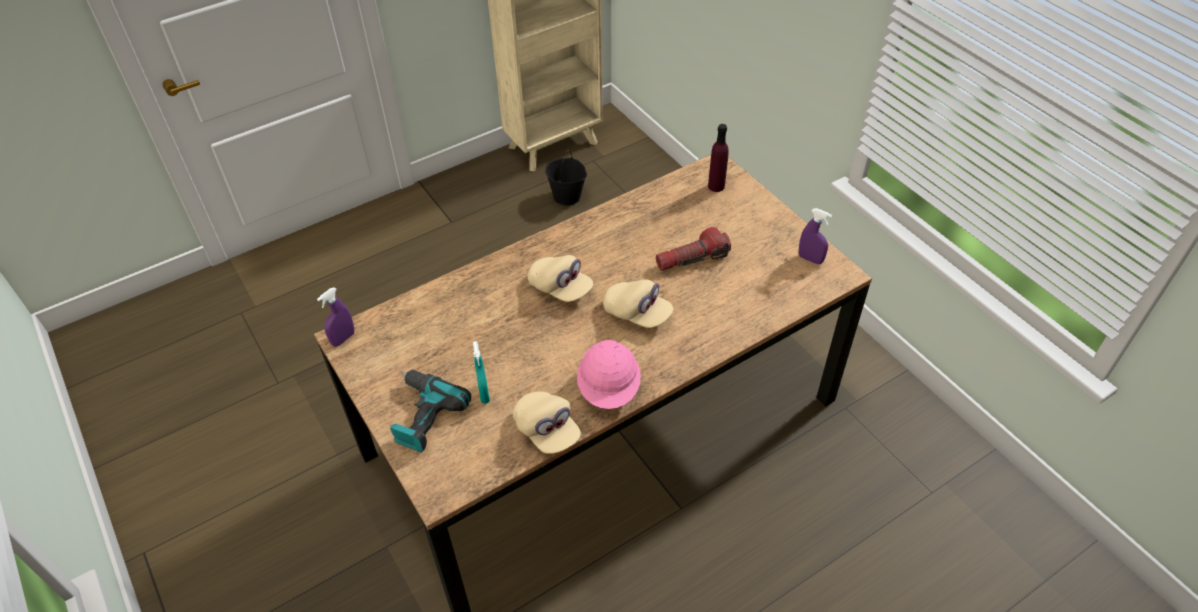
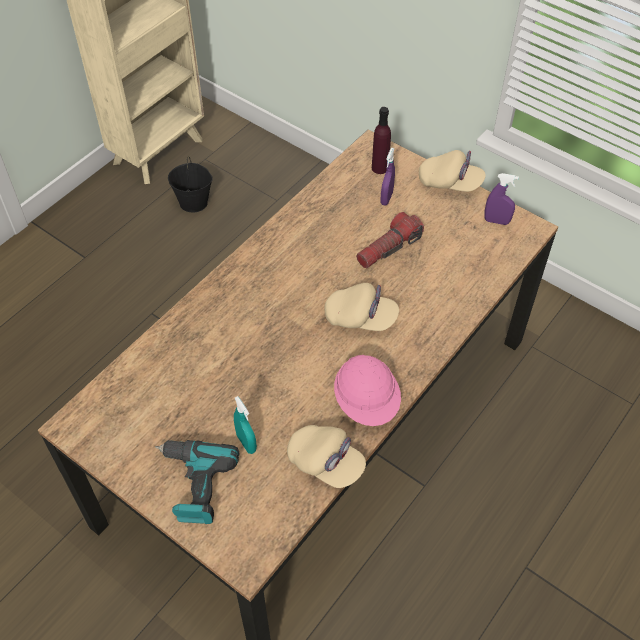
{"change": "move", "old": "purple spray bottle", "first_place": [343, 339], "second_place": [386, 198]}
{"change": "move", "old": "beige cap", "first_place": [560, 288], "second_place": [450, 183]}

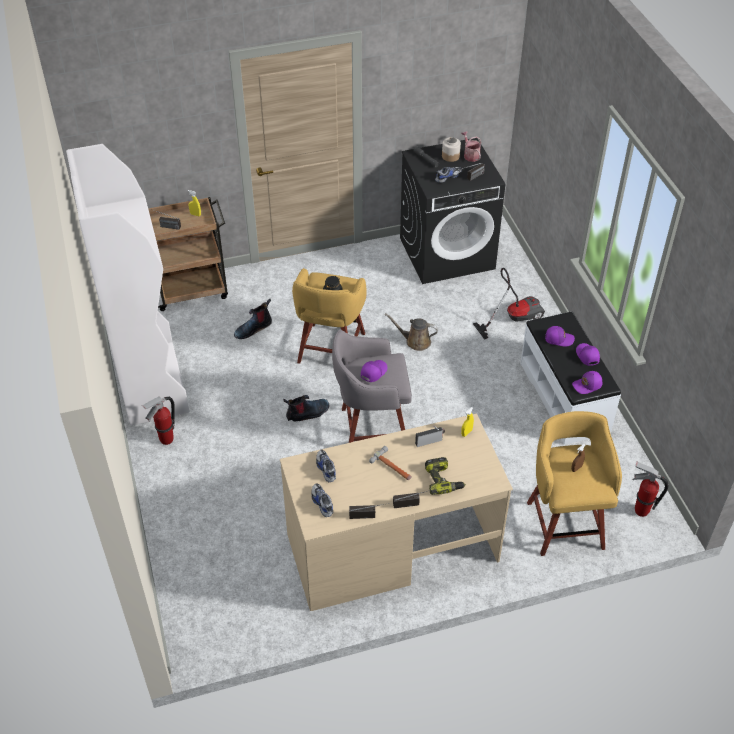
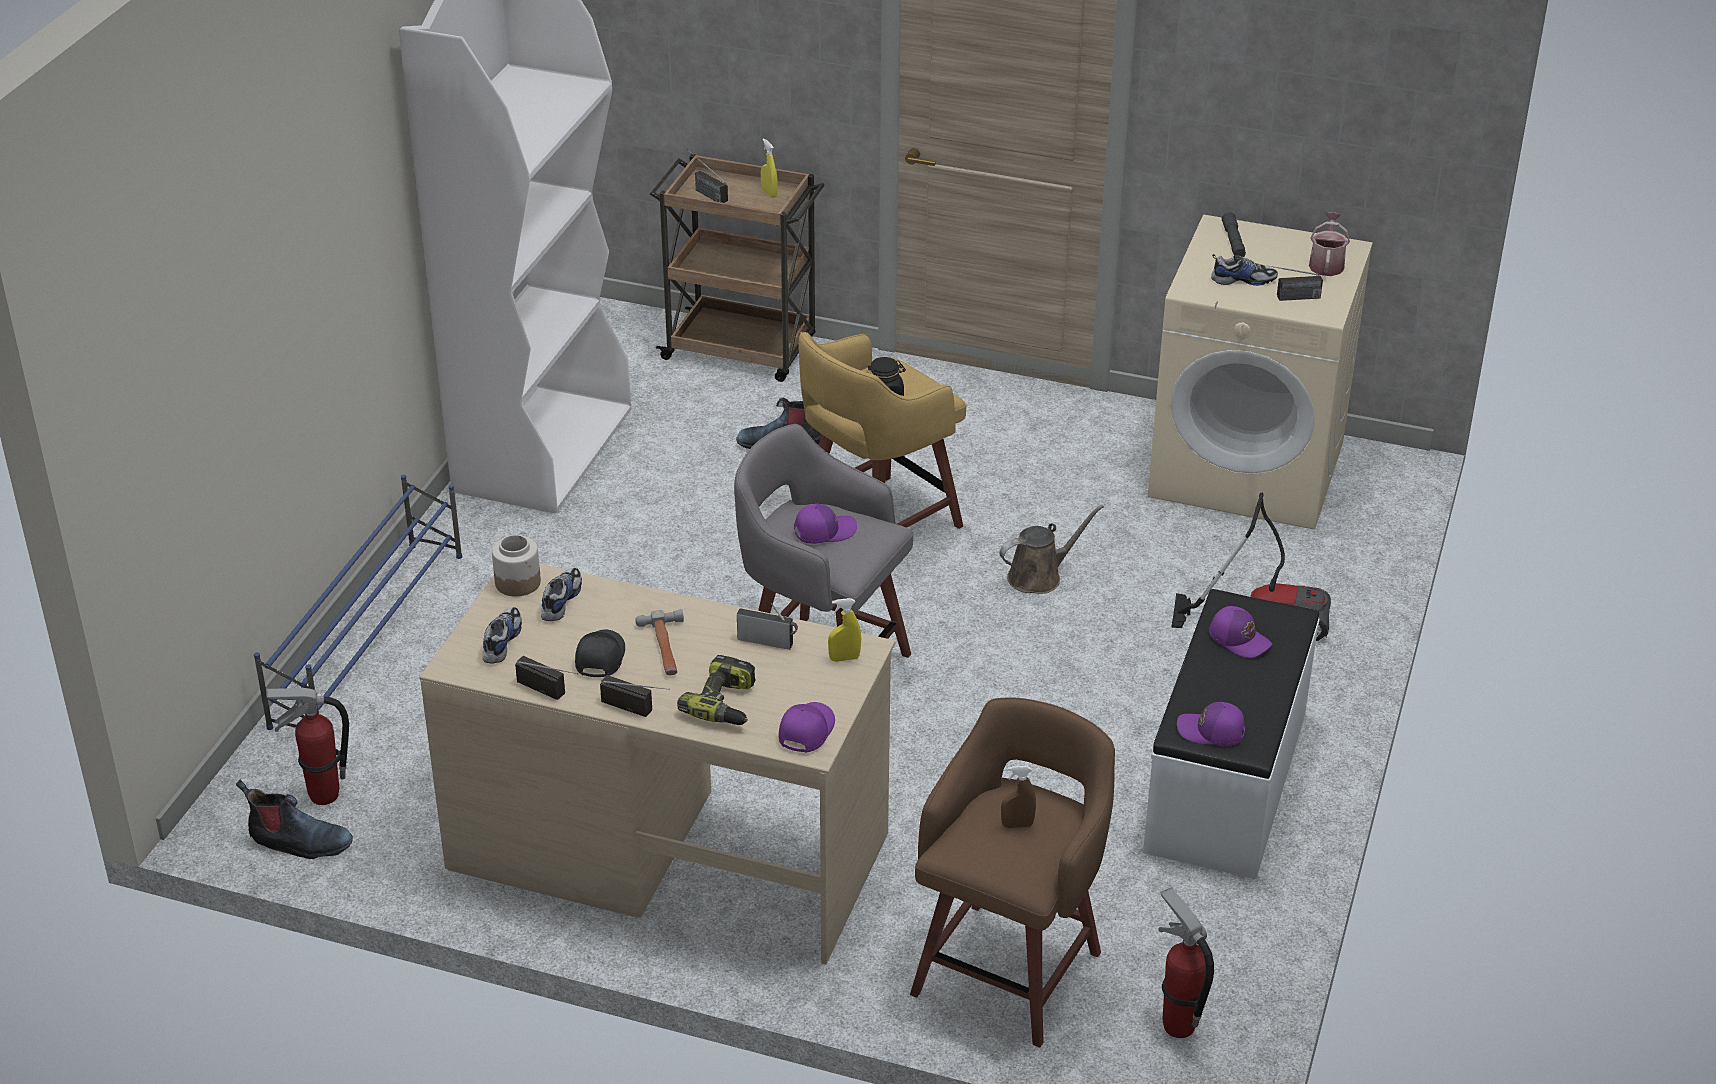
{"change": "move", "old": "boot", "first_place": [307, 413], "second_place": [298, 842]}
{"change": "insert", "new": "blue shoe rack", "second_place": [370, 638]}
{"change": "move", "old": "fire extinguisher", "first_place": [166, 440], "second_place": [323, 796]}
{"change": "move", "old": "jar", "first_place": [450, 156], "second_place": [518, 582]}
{"change": "insert", "new": "black cap", "second_place": [599, 658]}
{"change": "move", "old": "purple cap", "first_place": [587, 356], "second_place": [805, 731]}
{"change": "recolor", "old": "yellow stool", "new": "brown stool", "first_place": [565, 522], "second_place": [1010, 969]}
{"change": "rotate", "old": "brown watering can", "first_place": [415, 341], "second_place": [1039, 576], "degrees": 105}
{"change": "recolor", "old": "black washing machine", "new": "beige washing machine", "first_place": [447, 253], "second_place": [1248, 469]}

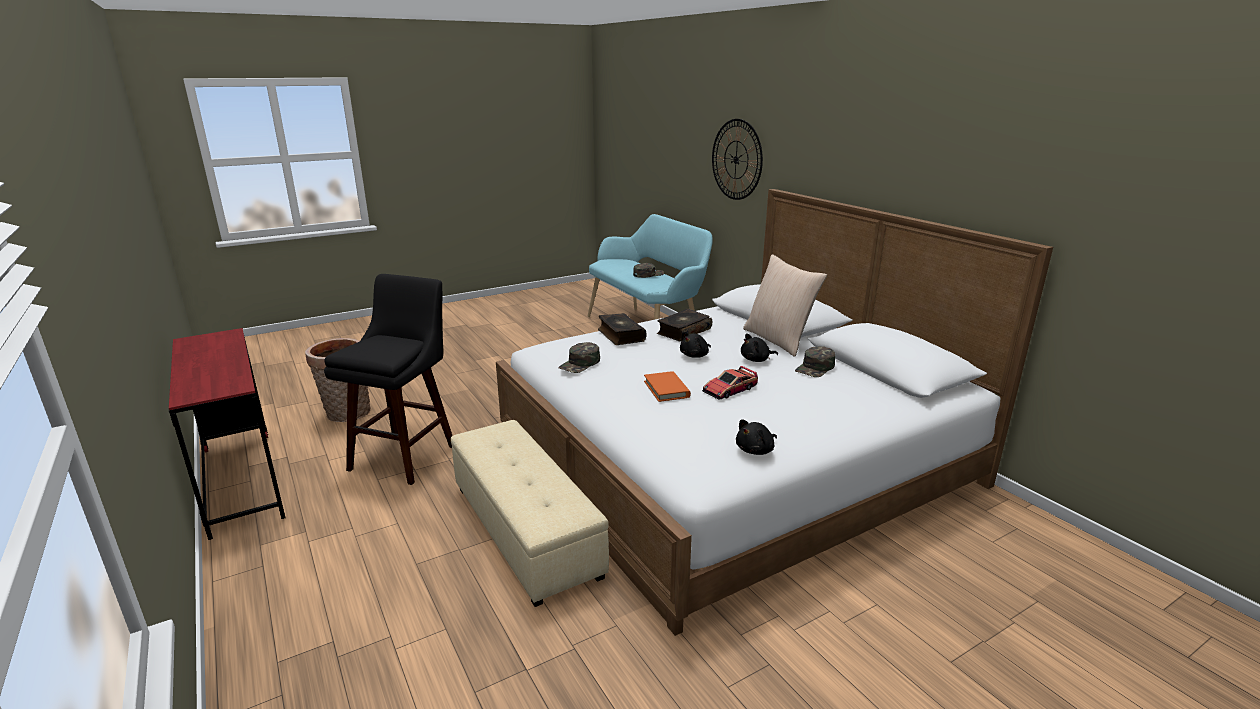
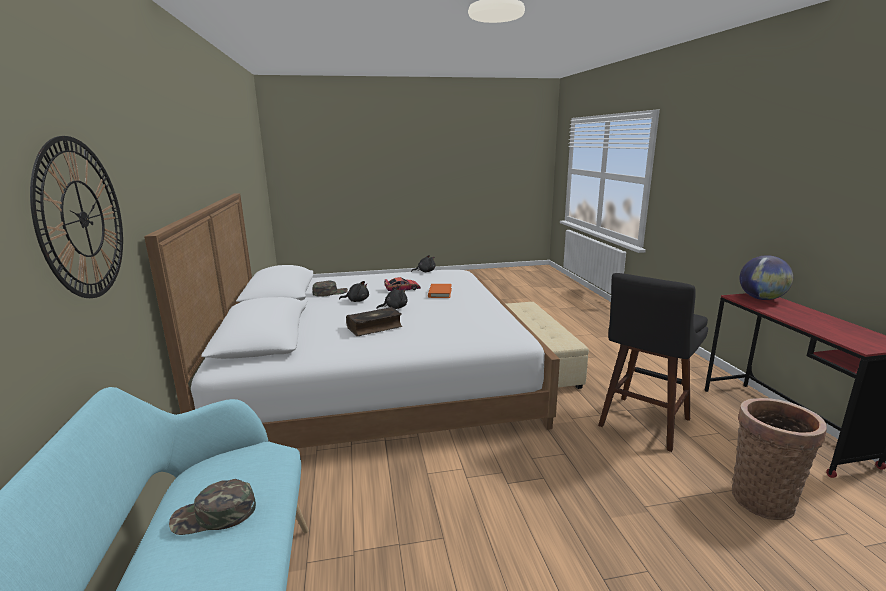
{"change": "insert", "new": "globe", "second_place": [761, 298]}
{"change": "delete", "old": "green cap", "first_place": [580, 364]}
{"change": "delete", "old": "book", "first_place": [620, 335]}
{"change": "delete", "old": "beige pillow", "first_place": [778, 340]}

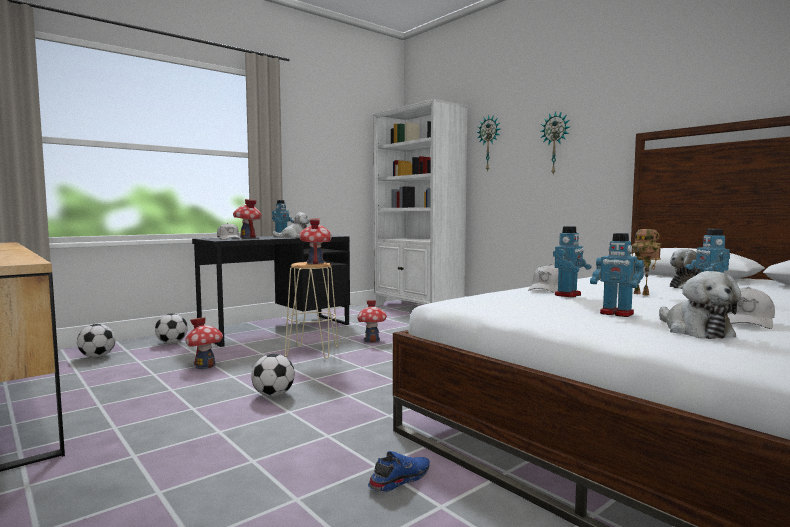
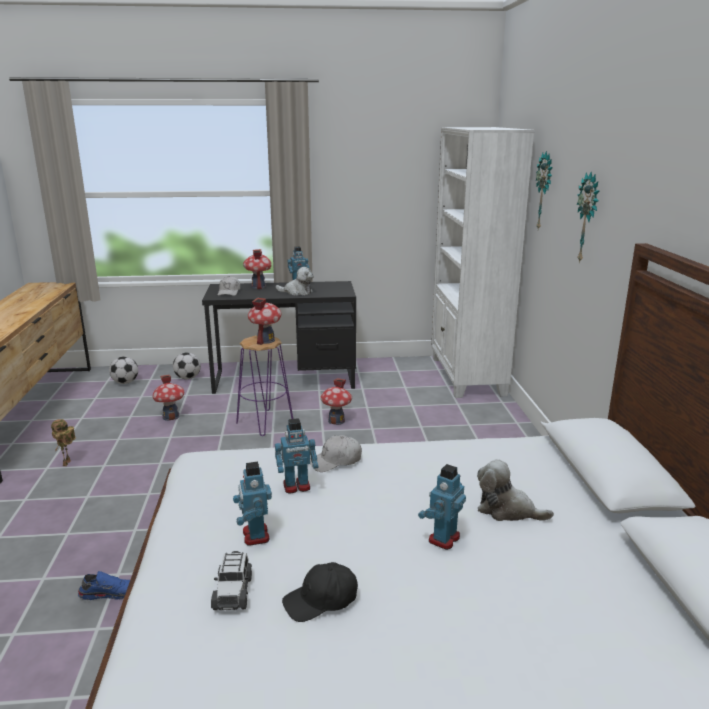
{"change": "move", "old": "toy robot", "first_place": [643, 294], "second_place": [67, 464]}
{"change": "replace", "old": "plush toy", "new": "toy car", "first_place": [694, 330], "second_place": [233, 592]}
{"change": "recolor", "old": "beige stool", "new": "purple stool", "first_place": [312, 352], "second_place": [264, 423]}
{"change": "recolor", "old": "white cap", "new": "black cap", "first_place": [746, 321], "second_place": [321, 600]}
{"change": "delete", "old": "football", "first_place": [273, 395]}

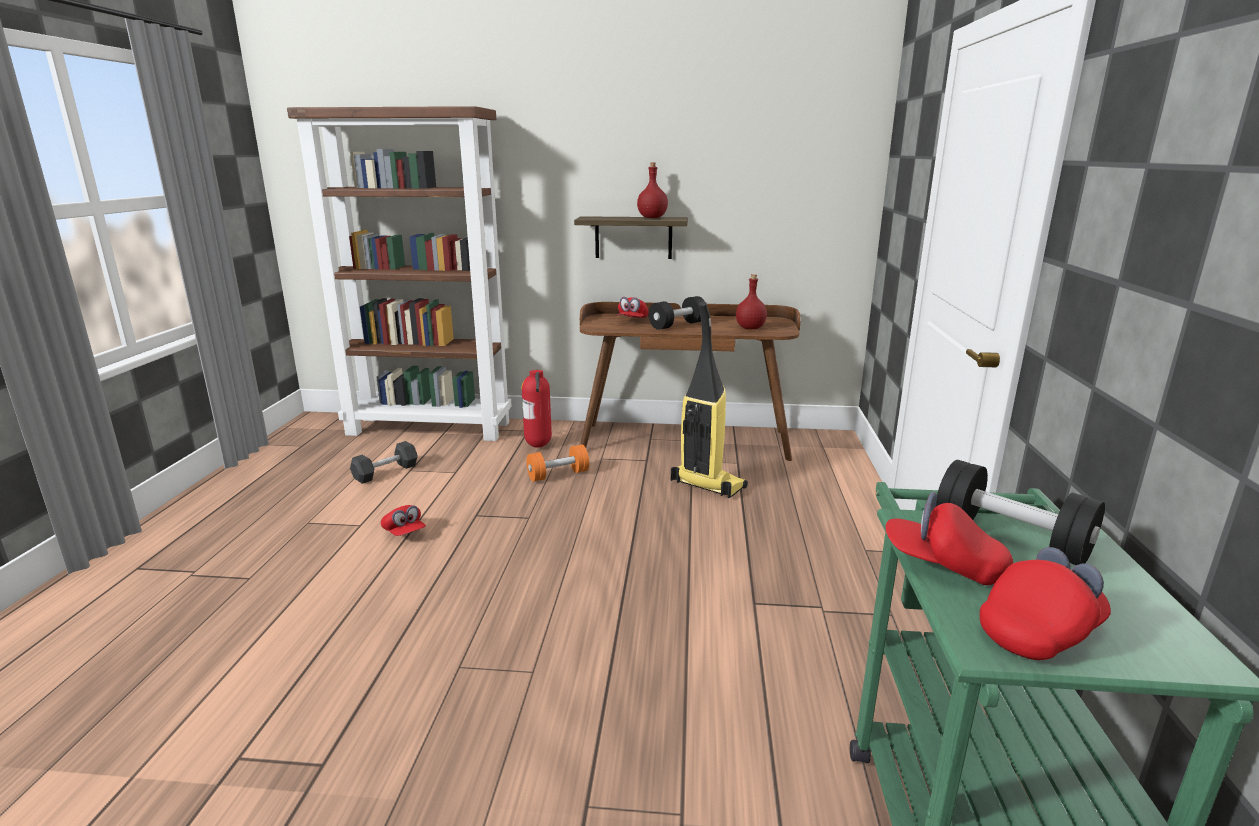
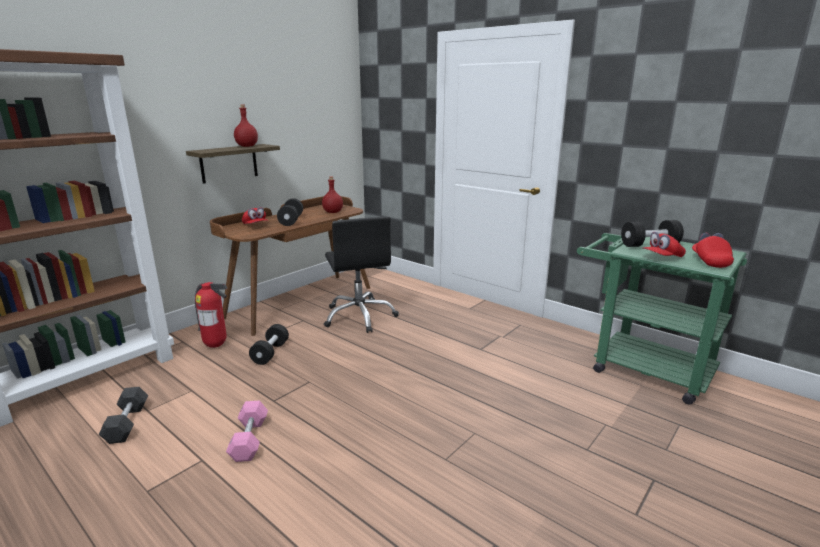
{"change": "replace", "old": "red cap", "new": "pink dumbbell", "first_place": [404, 532], "second_place": [249, 440]}
{"change": "recolor", "old": "orange dumbbell", "new": "black dumbbell", "first_place": [558, 475], "second_place": [270, 353]}
{"change": "replace", "old": "vacuum cleaner", "new": "black office chair", "first_place": [706, 485], "second_place": [360, 316]}

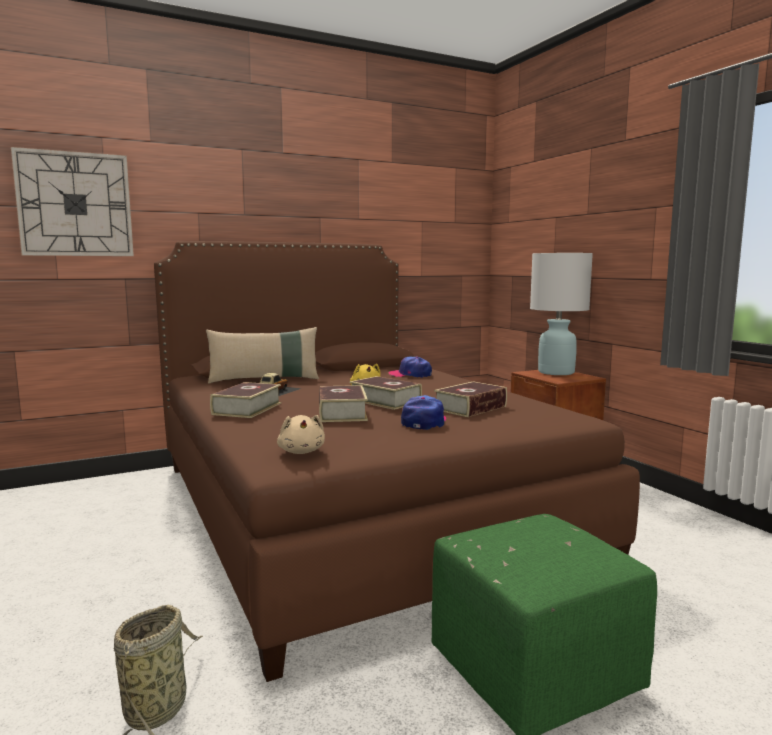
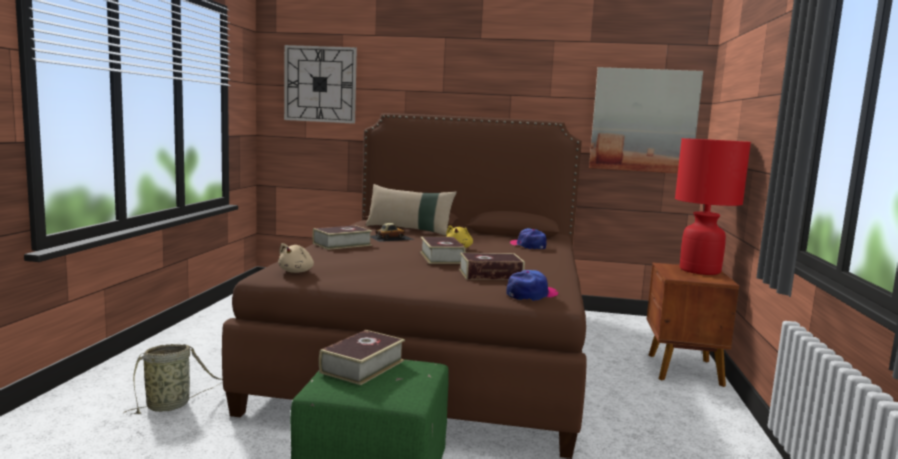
{"change": "move", "old": "book", "first_place": [342, 413], "second_place": [362, 366]}
{"change": "move", "old": "cap", "first_place": [424, 422], "second_place": [531, 294]}
{"change": "insert", "new": "picture", "second_place": [644, 120]}
{"change": "recolor", "old": "white table lamp", "new": "red table lamp", "first_place": [556, 372], "second_place": [699, 270]}

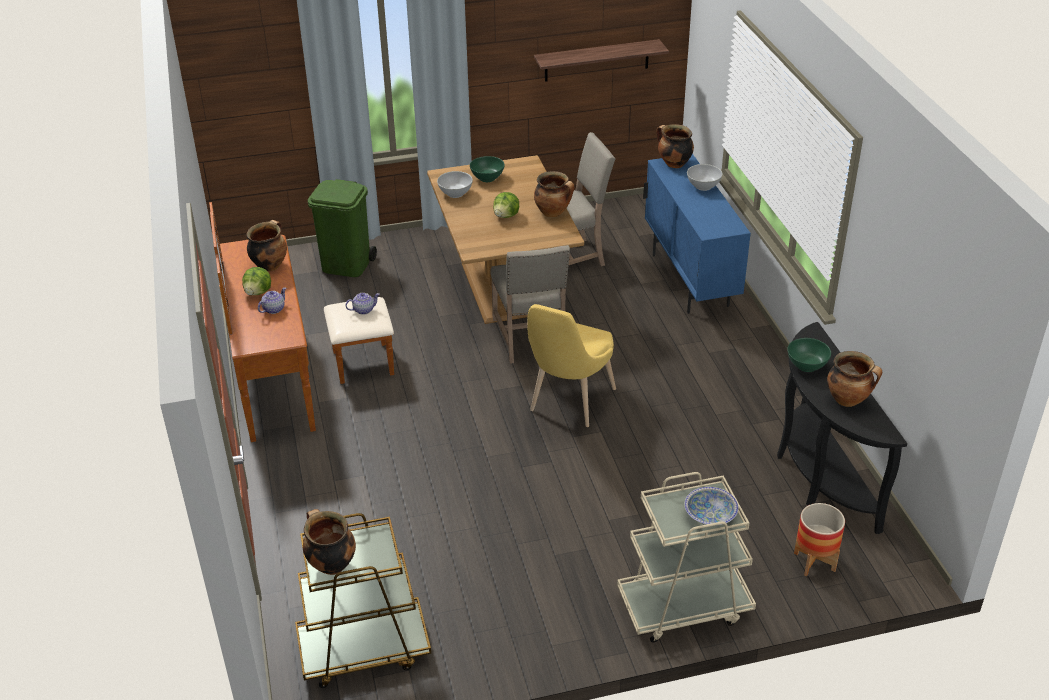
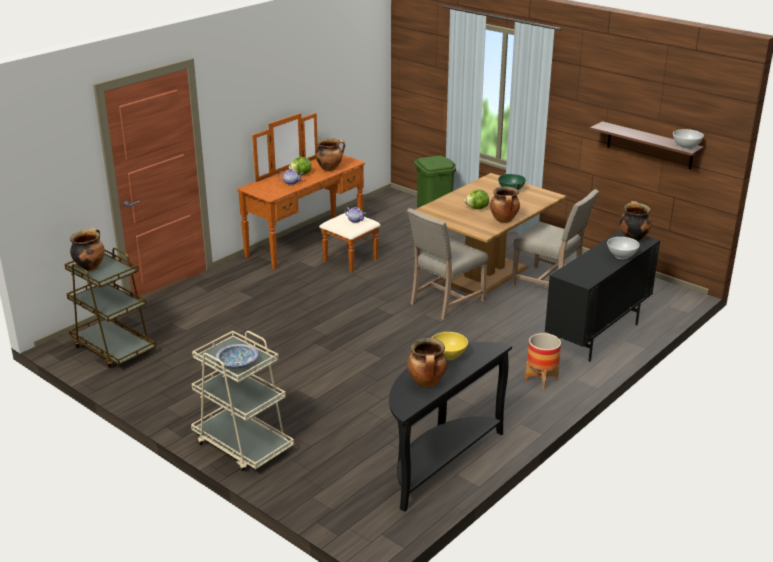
{"change": "recolor", "old": "green bowl", "new": "yellow bowl", "first_place": [806, 366], "second_place": [448, 355]}
{"change": "move", "old": "planter", "first_place": [814, 561], "second_place": [541, 380]}
{"change": "recolor", "old": "blue cabinet", "new": "black cabinet", "first_place": [690, 280], "second_place": [597, 336]}
{"change": "move", "old": "white bowl", "first_place": [455, 194], "second_place": [686, 147]}
{"change": "delete", "old": "yellow chair", "first_place": [569, 403]}

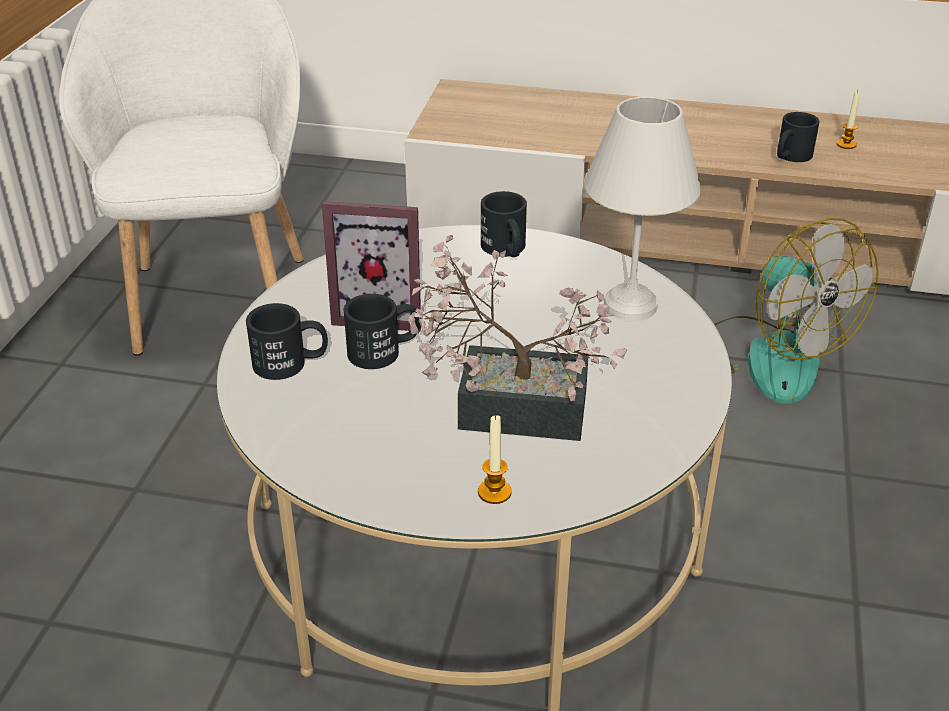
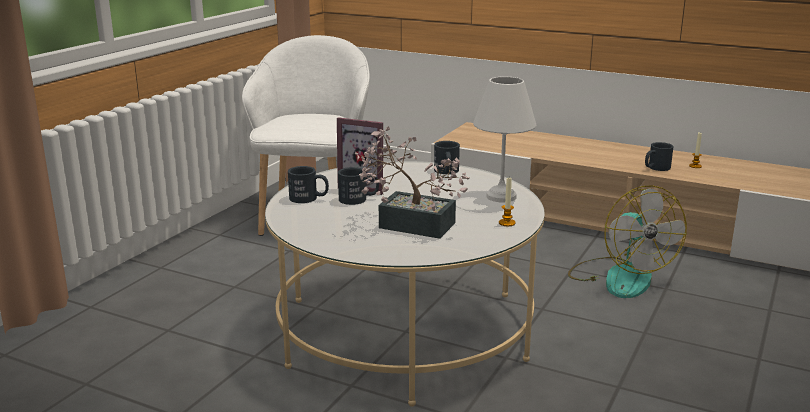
{"change": "move", "old": "candle", "first_place": [494, 492], "second_place": [507, 223]}

